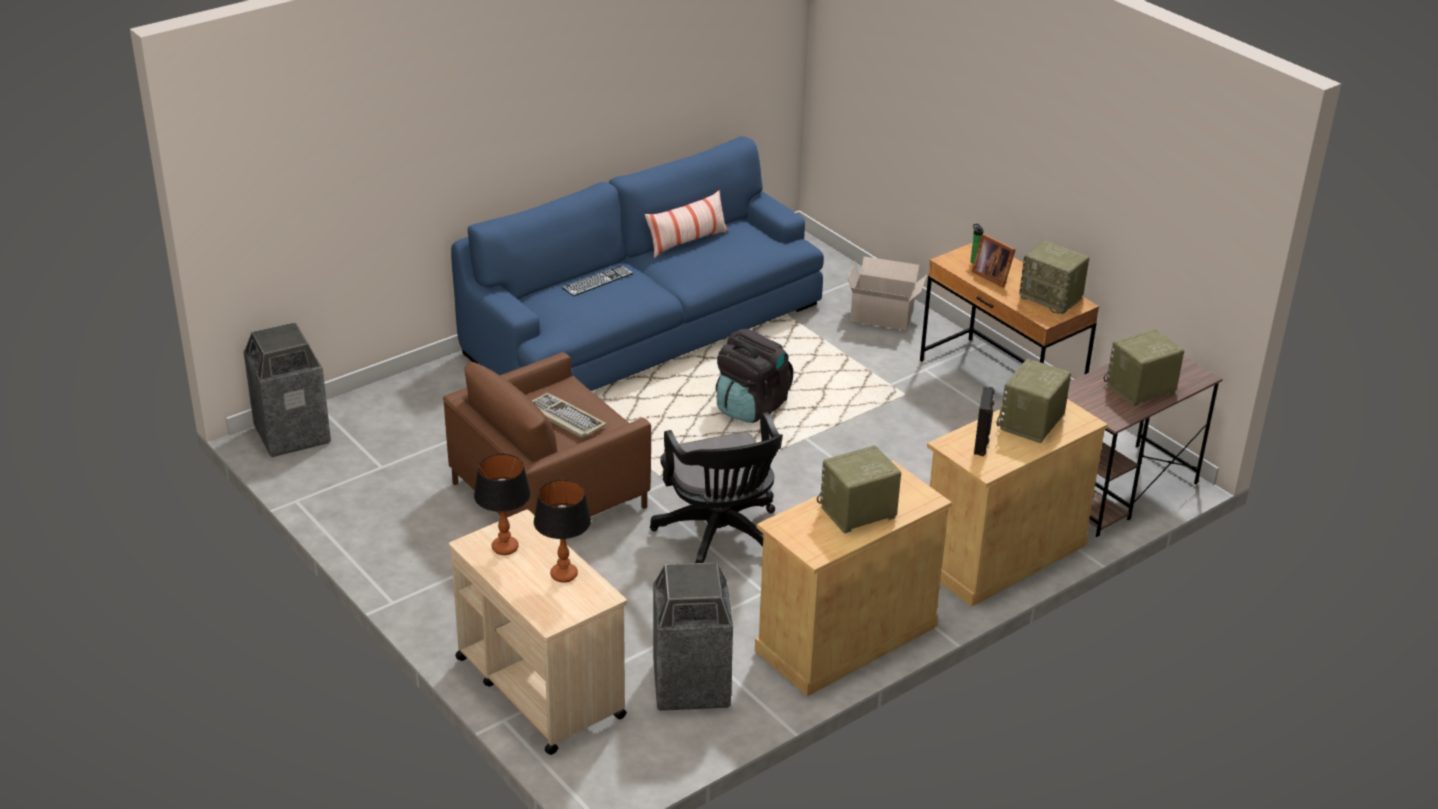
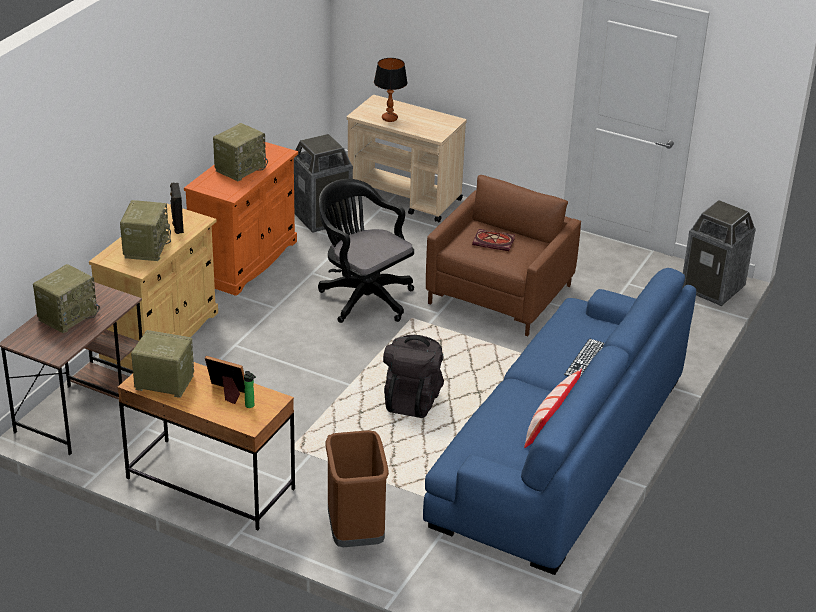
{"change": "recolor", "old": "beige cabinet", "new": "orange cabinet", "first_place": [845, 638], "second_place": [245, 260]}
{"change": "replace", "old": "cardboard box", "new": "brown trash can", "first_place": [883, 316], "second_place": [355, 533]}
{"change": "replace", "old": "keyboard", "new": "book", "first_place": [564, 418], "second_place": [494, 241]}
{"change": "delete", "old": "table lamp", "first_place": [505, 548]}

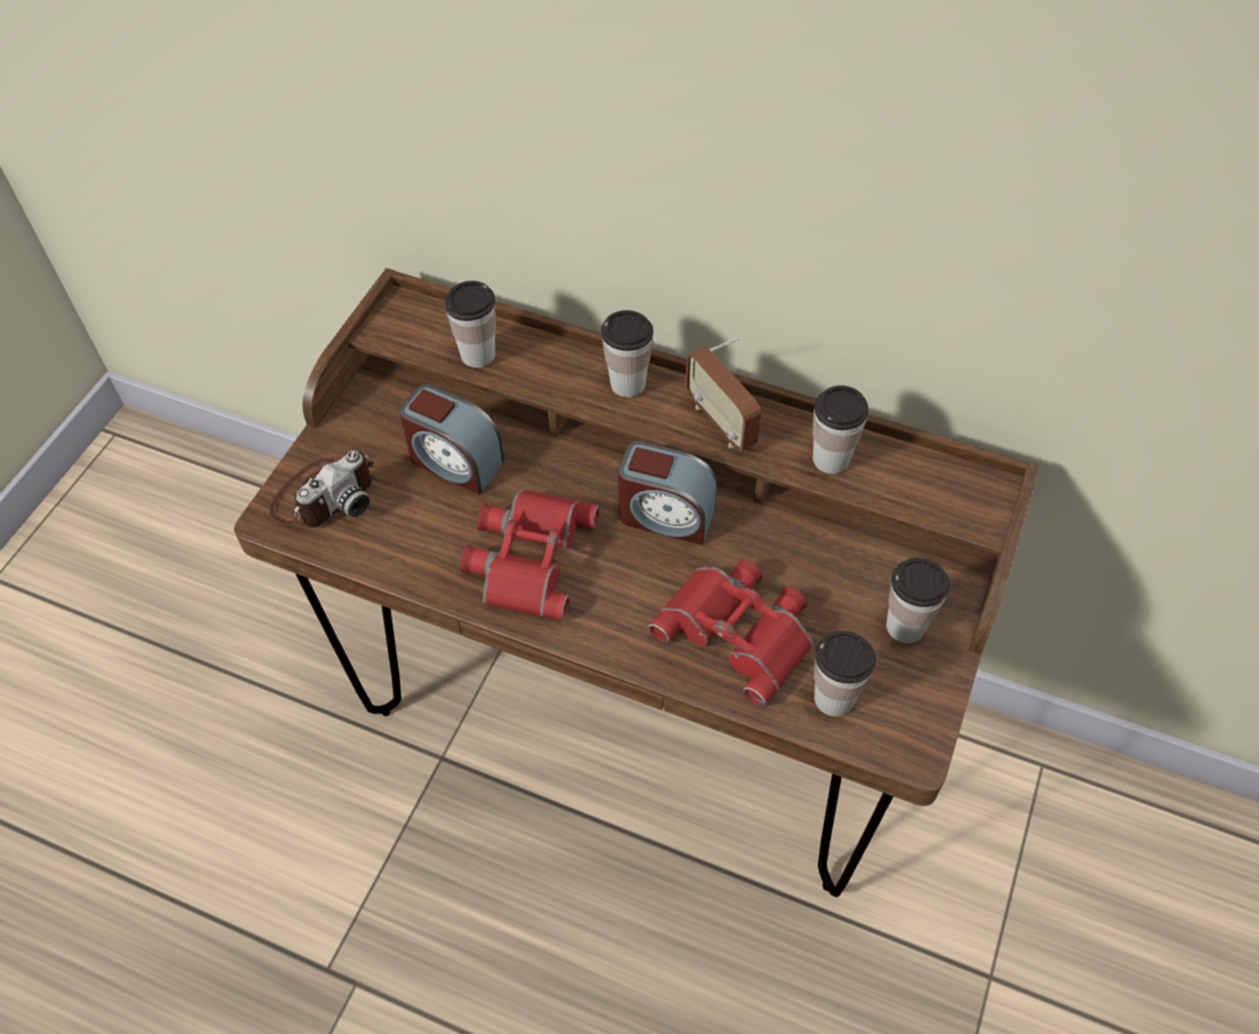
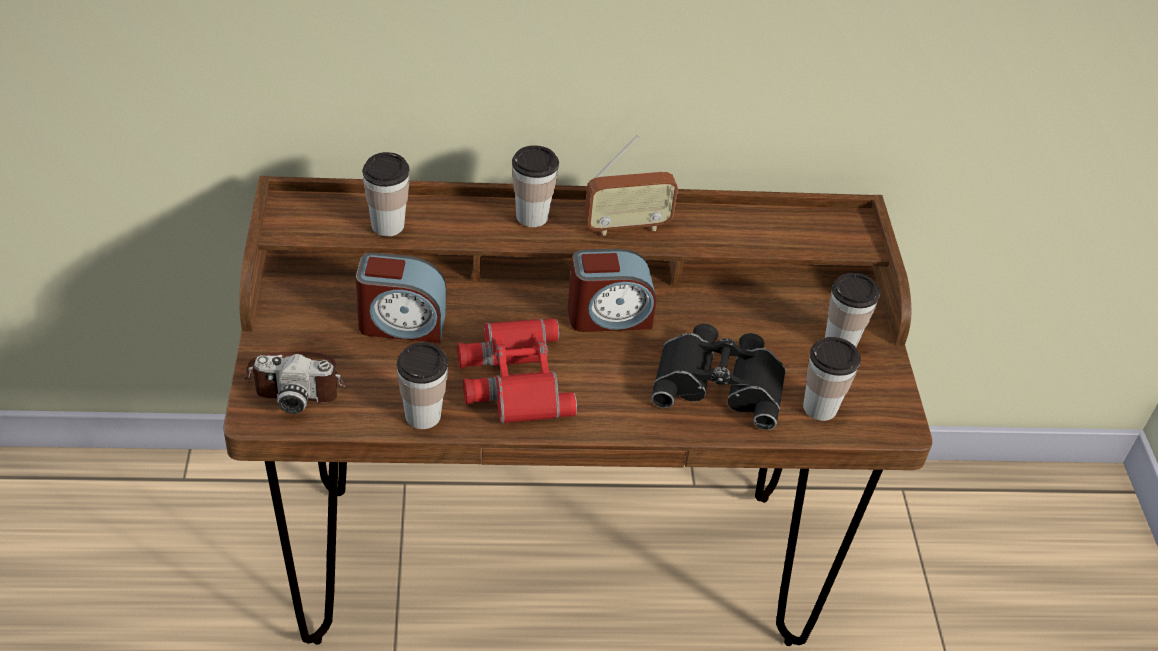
{"change": "rotate", "old": "photo camera", "first_place": [325, 495], "second_place": [297, 382], "degrees": 75}
{"change": "move", "old": "cup", "first_place": [831, 459], "second_place": [422, 415]}
{"change": "rotate", "old": "radio", "first_place": [721, 423], "second_place": [627, 226], "degrees": -45}
{"change": "recolor", "old": "red binoculars", "new": "black binoculars", "first_place": [740, 630], "second_place": [720, 381]}

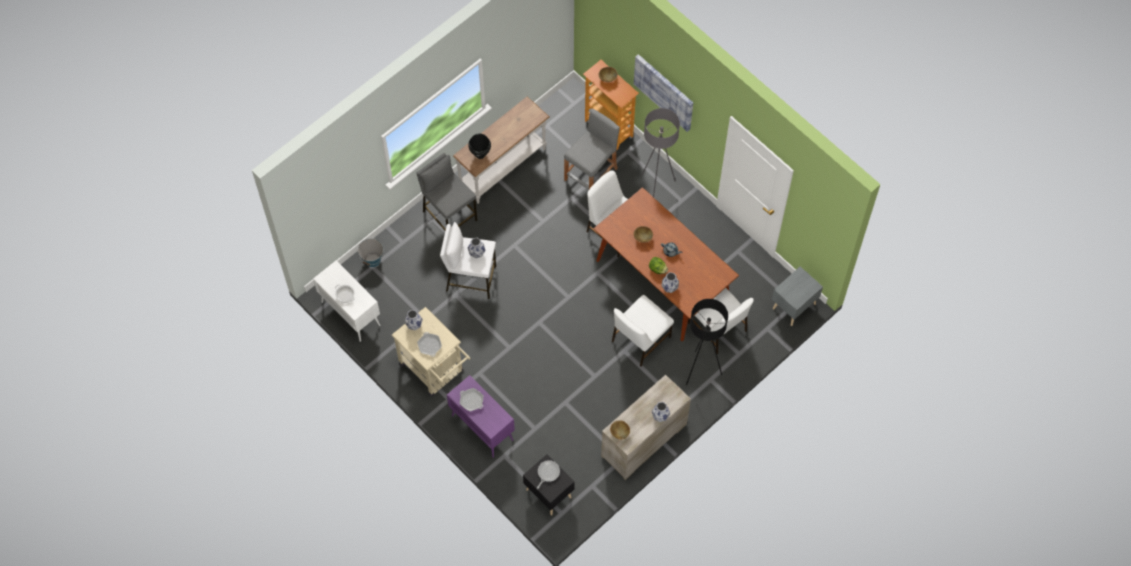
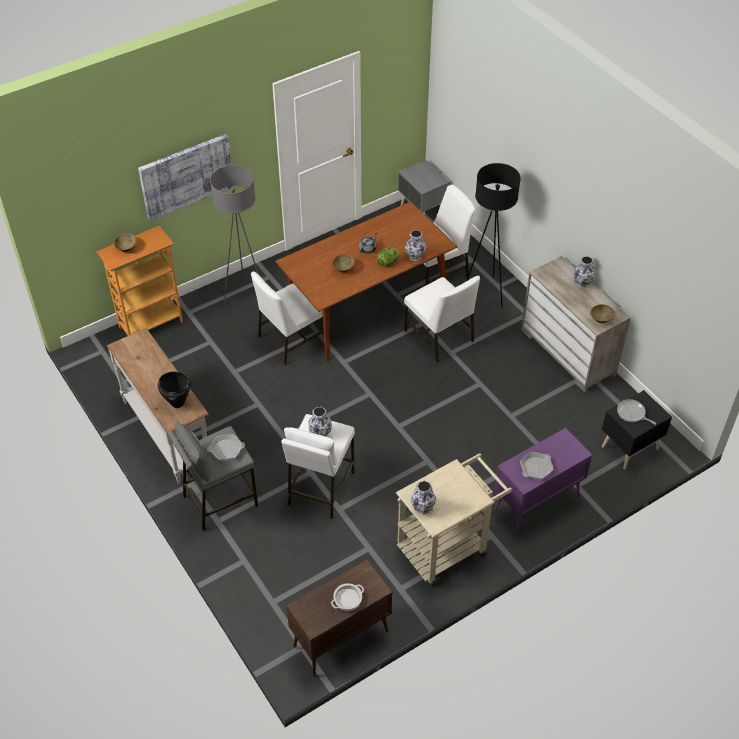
{"change": "move", "old": "frying pan", "first_place": [429, 345], "second_place": [226, 449]}
{"change": "recolor", "old": "white cabinet", "new": "brown cabinet", "first_place": [350, 313], "second_place": [340, 639]}
{"change": "delete", "old": "bucket", "first_place": [373, 260]}
{"change": "delete", "old": "grey stool", "first_place": [591, 174]}

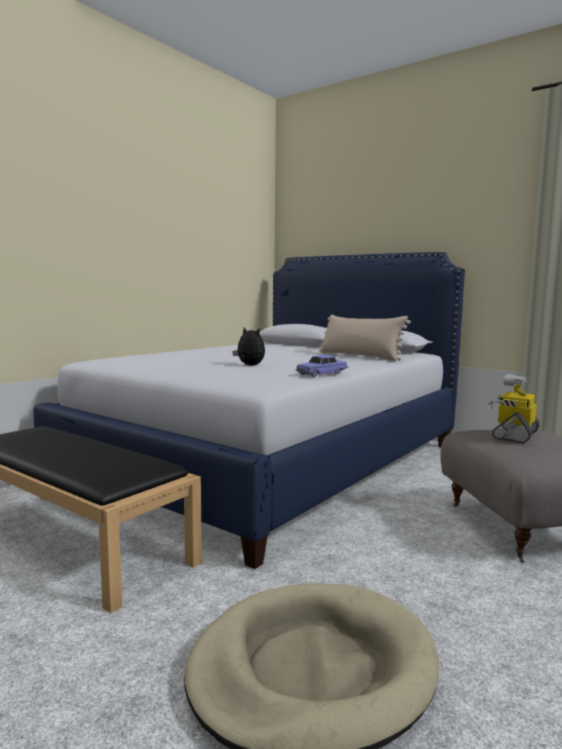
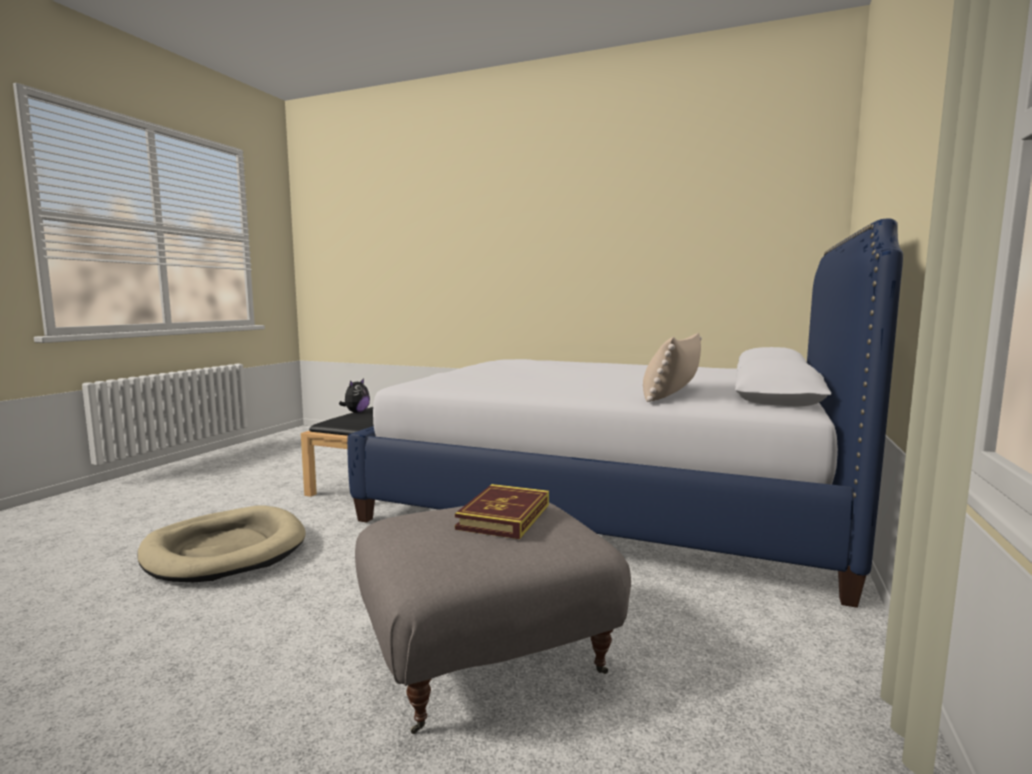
{"change": "move", "old": "plush toy", "first_place": [249, 365], "second_place": [356, 412]}
{"change": "replace", "old": "toy robot", "new": "book", "first_place": [514, 435], "second_place": [504, 516]}
{"change": "delete", "old": "toy car", "first_place": [322, 374]}

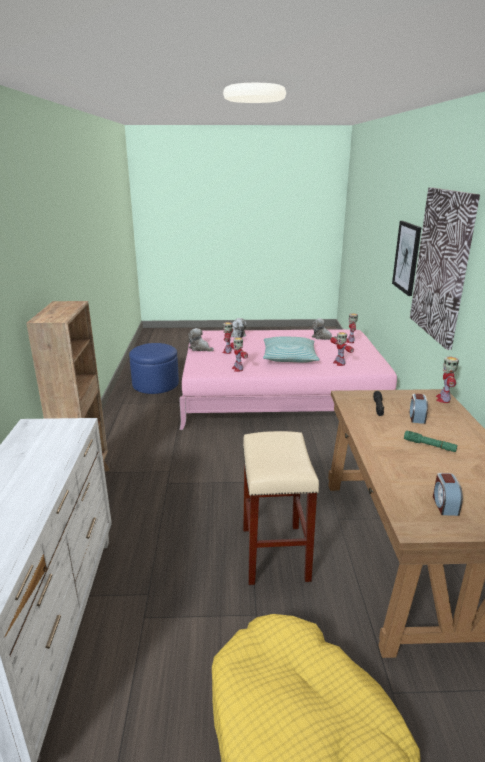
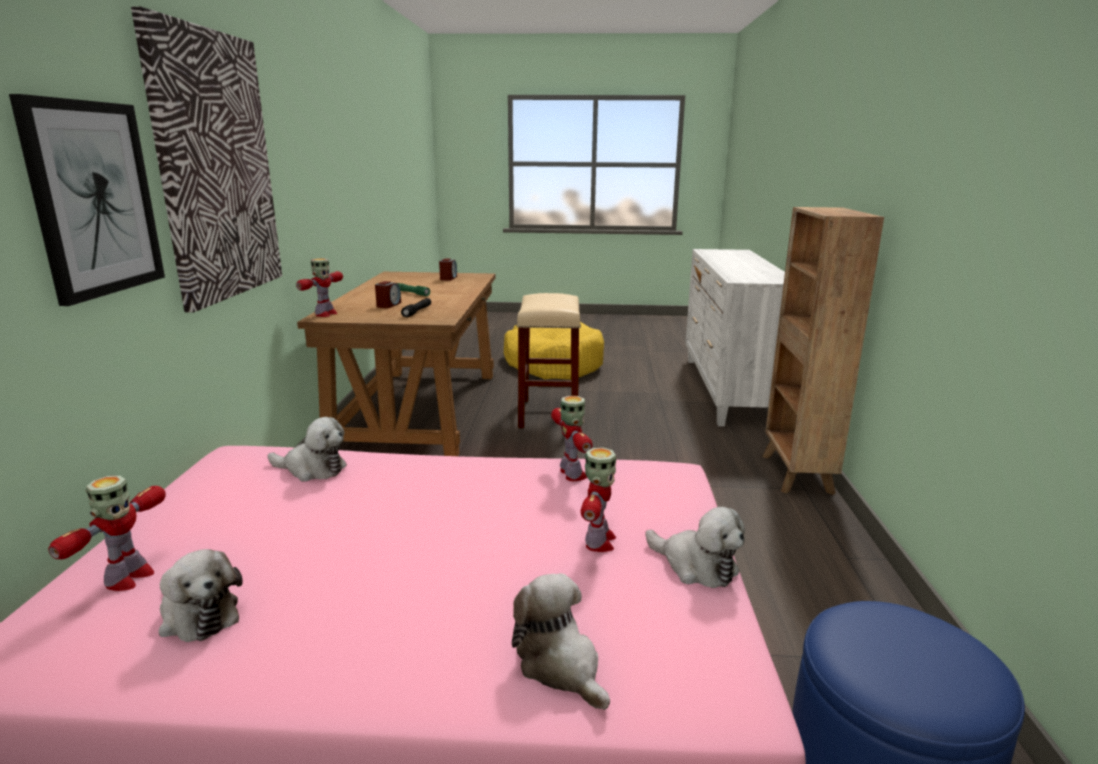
{"change": "replace", "old": "toy robot", "new": "plush toy", "first_place": [339, 363], "second_place": [312, 469]}
{"change": "delete", "old": "pillow", "first_place": [289, 357]}

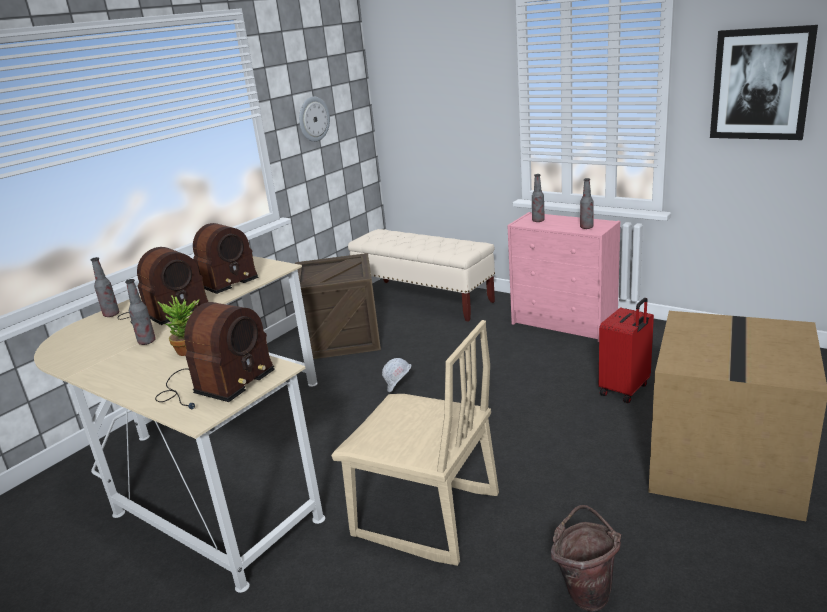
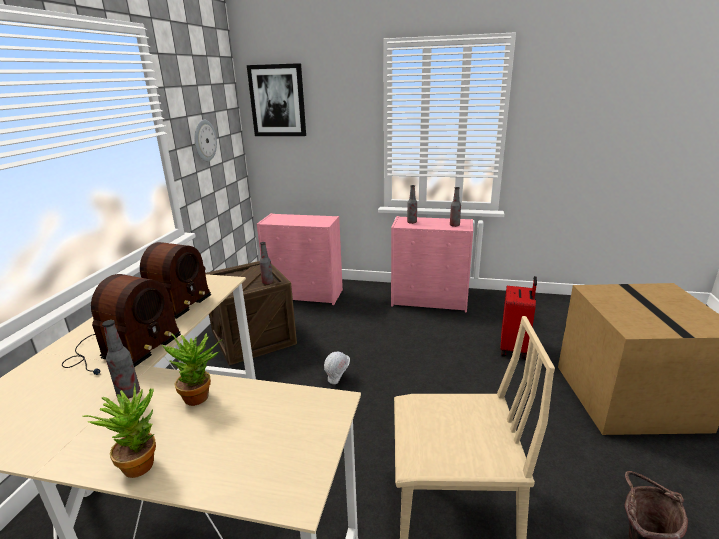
{"change": "insert", "new": "potted plant", "second_place": [140, 461]}
{"change": "move", "old": "picture", "first_place": [761, 84], "second_place": [277, 101]}
{"change": "replace", "old": "beige bench", "new": "pink dresser", "first_place": [424, 300], "second_place": [306, 294]}
{"change": "move", "old": "bottle", "first_place": [111, 314], "second_place": [267, 282]}
{"change": "delete", "old": "radio", "first_place": [214, 385]}

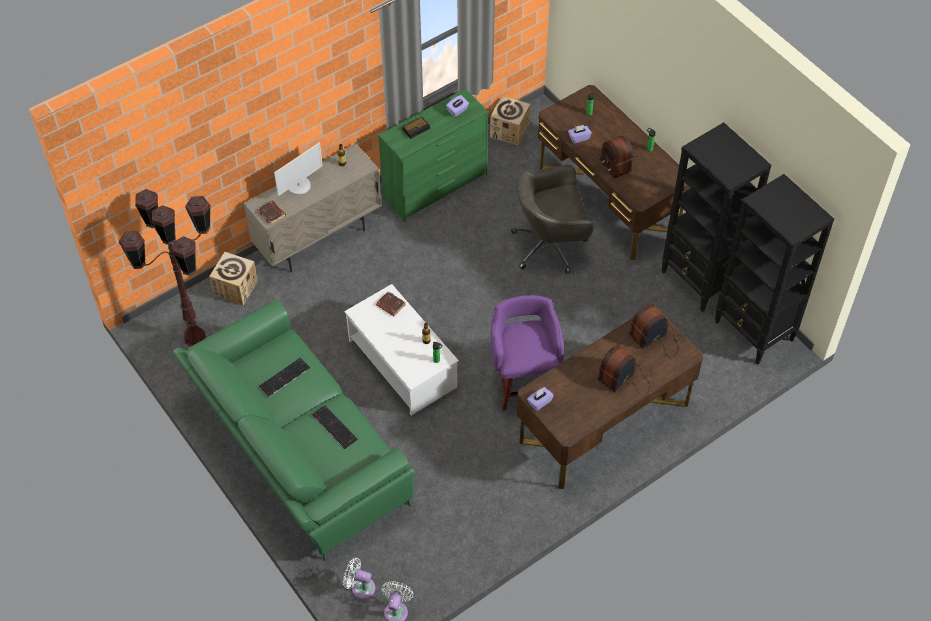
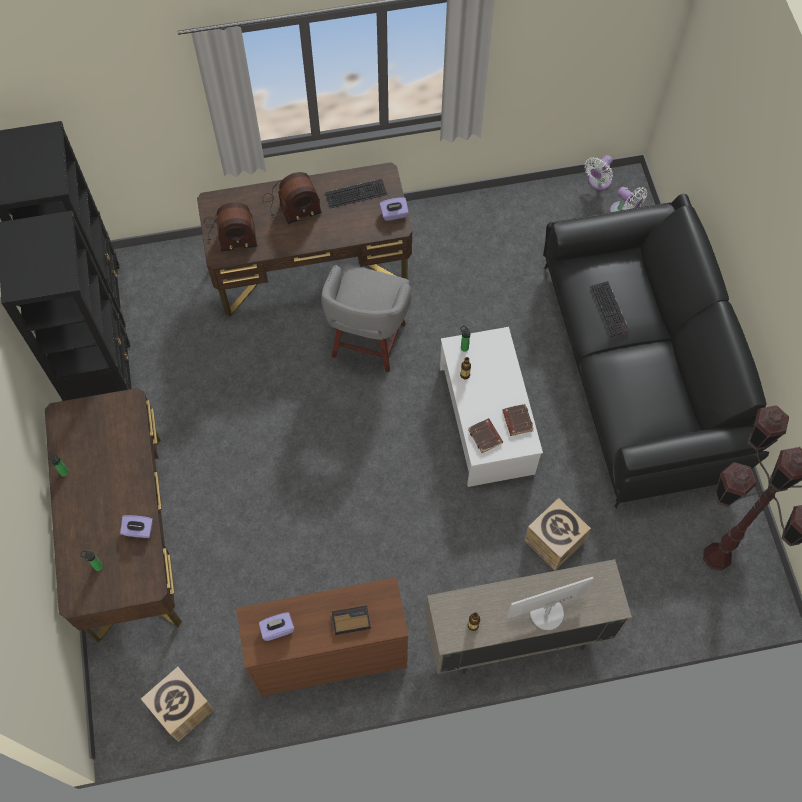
{"change": "recolor", "old": "green dresser", "new": "brown dresser", "first_place": [435, 187], "second_place": [330, 654]}
{"change": "recolor", "old": "purple stool", "new": "grey stool", "first_place": [523, 383], "second_place": [368, 343]}
{"change": "move", "old": "keyboard", "first_place": [284, 378], "second_place": [356, 193]}
{"change": "move", "old": "brown book", "first_place": [272, 214], "second_place": [517, 421]}
{"change": "move", "old": "cardboard box", "first_place": [236, 288], "second_place": [554, 541]}
{"change": "recolor", "old": "green sofa", "new": "black sofa", "first_place": [296, 447], "second_place": [639, 371]}
{"change": "delete", "old": "grey office chair", "first_place": [551, 245]}
{"change": "delete", "old": "radio", "first_place": [619, 160]}

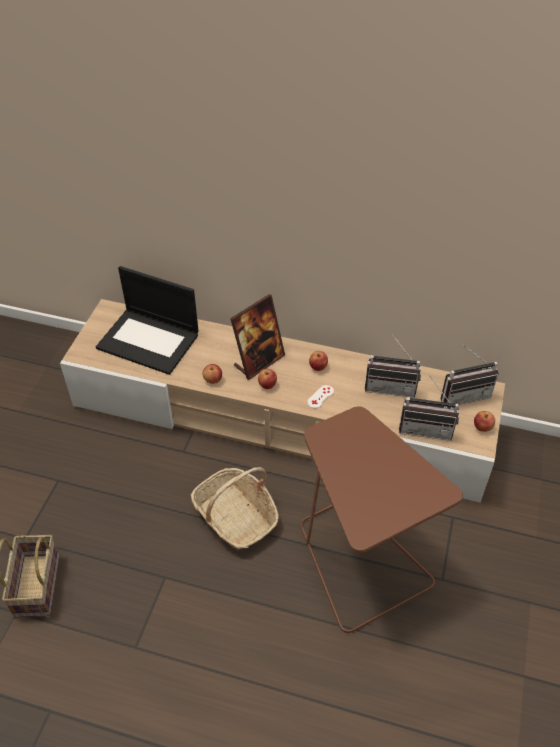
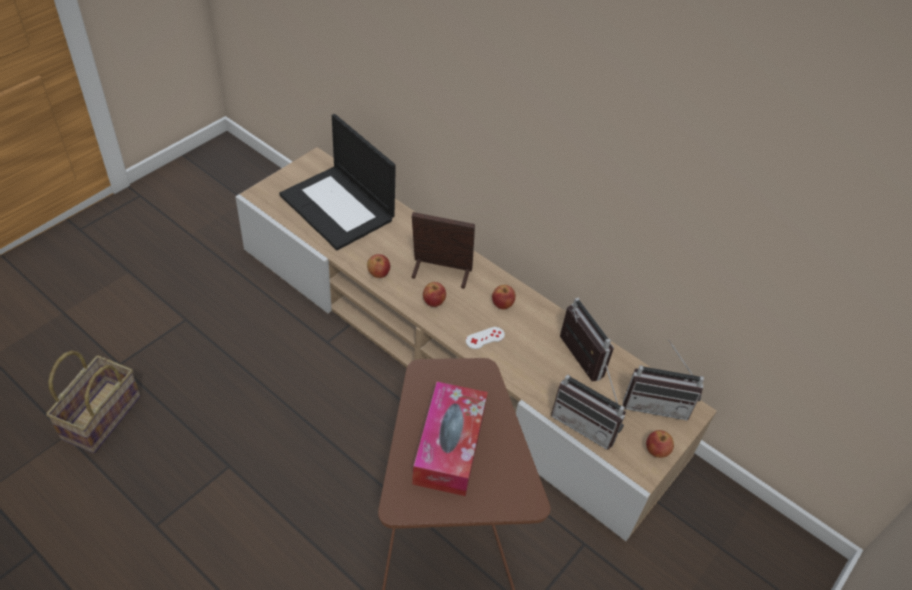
{"change": "rotate", "old": "picture frame", "first_place": [259, 361], "second_place": [440, 273], "degrees": -150}
{"change": "insert", "new": "tissue box", "second_place": [449, 446]}
{"change": "rotate", "old": "radio", "first_place": [391, 386], "second_place": [574, 359], "degrees": -150}
{"change": "delete", "old": "basket", "first_place": [236, 517]}

